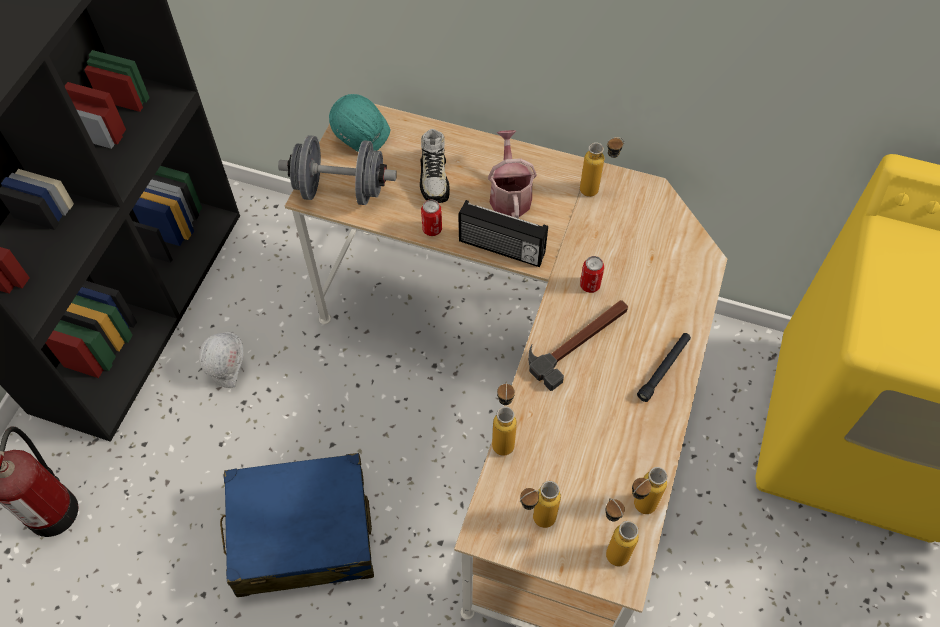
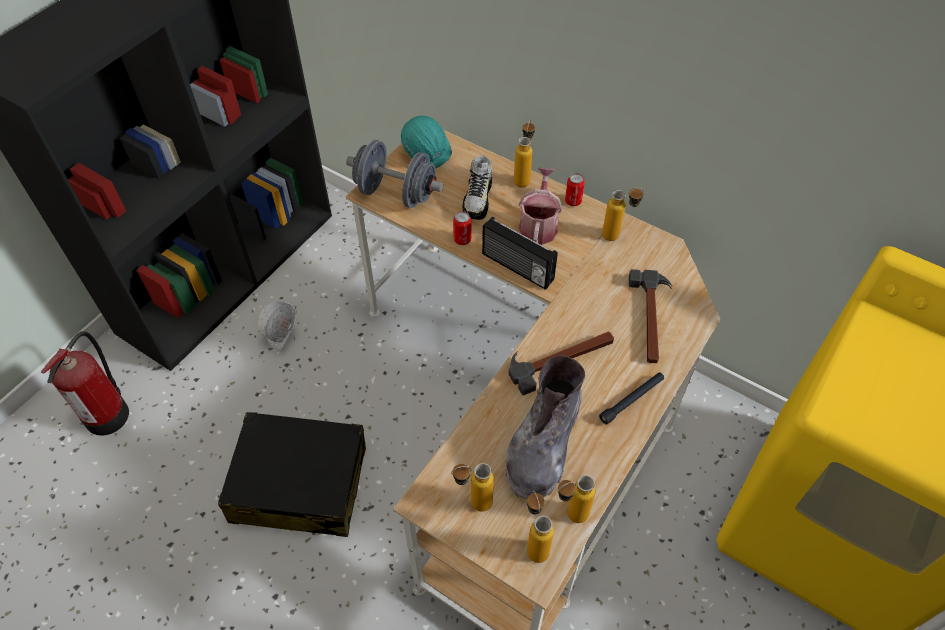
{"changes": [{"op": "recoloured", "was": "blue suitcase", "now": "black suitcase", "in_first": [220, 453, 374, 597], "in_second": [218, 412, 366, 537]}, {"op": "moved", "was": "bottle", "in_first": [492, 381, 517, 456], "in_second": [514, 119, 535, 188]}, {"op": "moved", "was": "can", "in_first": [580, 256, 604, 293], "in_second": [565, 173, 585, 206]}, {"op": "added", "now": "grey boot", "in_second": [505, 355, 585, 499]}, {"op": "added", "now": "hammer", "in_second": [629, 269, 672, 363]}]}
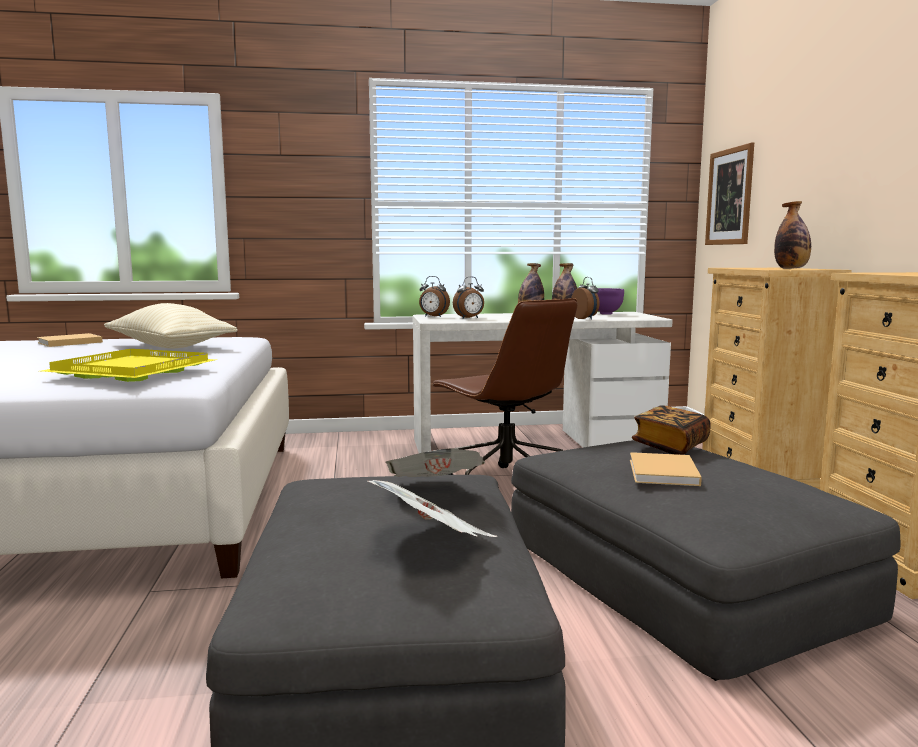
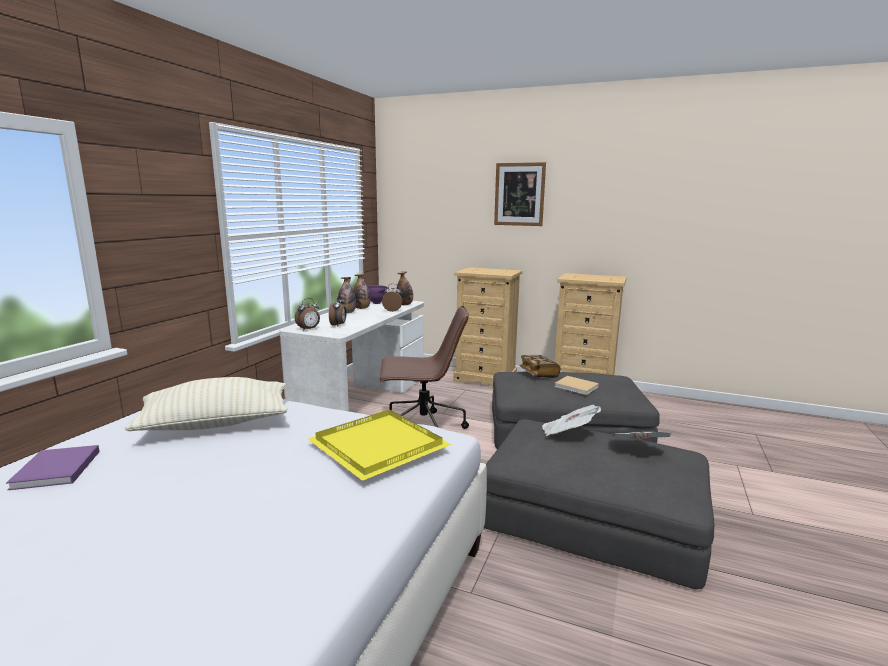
{"changes": [{"op": "recoloured", "was": "beige book", "now": "purple book", "in_first": [37, 333, 103, 347], "in_second": [6, 445, 100, 490]}, {"op": "moved", "was": "picture", "in_first": [705, 142, 754, 245], "in_second": [494, 162, 546, 226]}, {"op": "moved", "was": "bottle", "in_first": [774, 201, 811, 269], "in_second": [396, 271, 413, 305]}]}
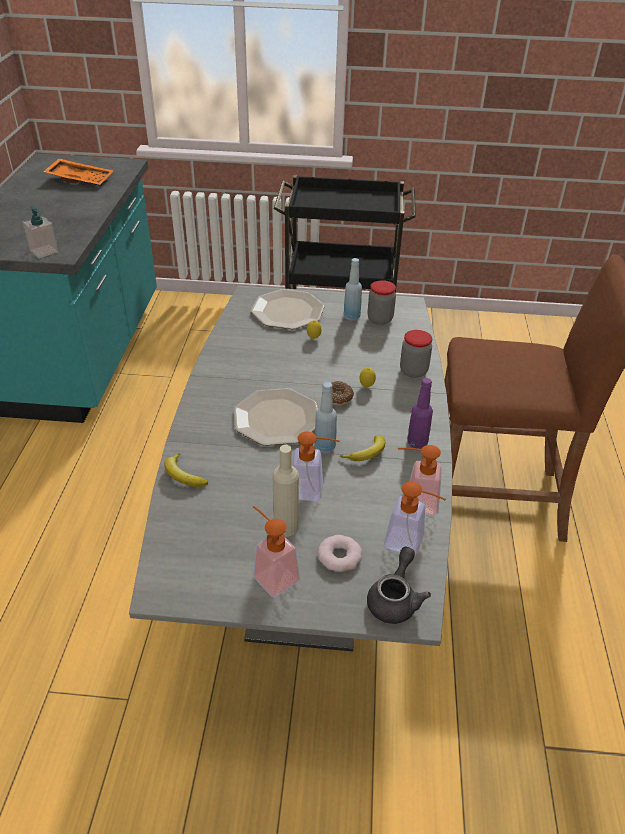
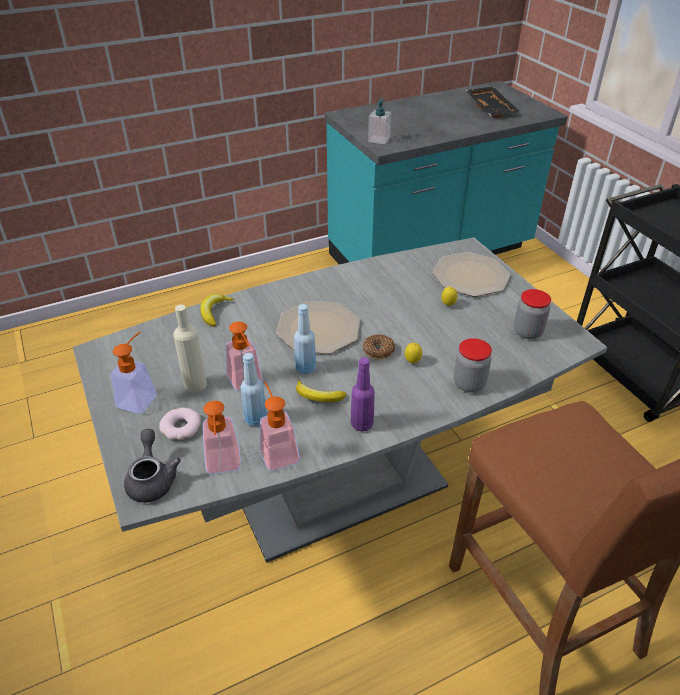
{"changes": [{"op": "recoloured", "was": "orange tray", "now": "black tray", "in_first": [43, 158, 114, 186], "in_second": [466, 86, 519, 118]}, {"op": "moved", "was": "blue bottle", "in_first": [344, 258, 362, 321], "in_second": [240, 353, 267, 426]}, {"op": "turned", "was": "grey teapot", "in_first": [367, 547, 431, 624], "in_second": [124, 429, 181, 503], "clockwise": -90}]}
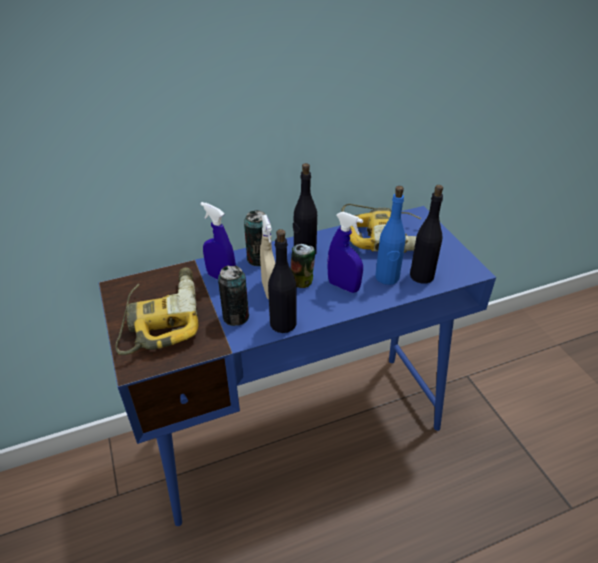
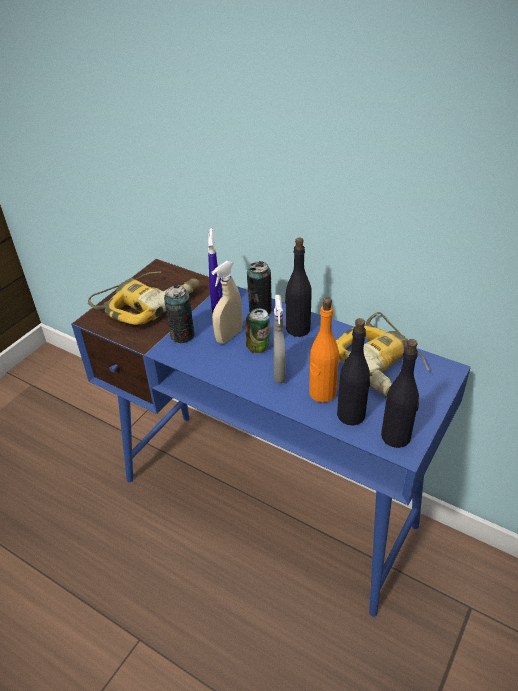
{"changes": [{"op": "moved", "was": "black bottle", "in_first": [268, 229, 297, 333], "in_second": [381, 339, 419, 448]}, {"op": "recoloured", "was": "blue spray bottle", "now": "grey spray bottle", "in_first": [327, 212, 363, 293], "in_second": [273, 295, 286, 383]}, {"op": "recoloured", "was": "blue bottle", "now": "orange bottle", "in_first": [375, 186, 405, 285], "in_second": [309, 297, 339, 403]}]}
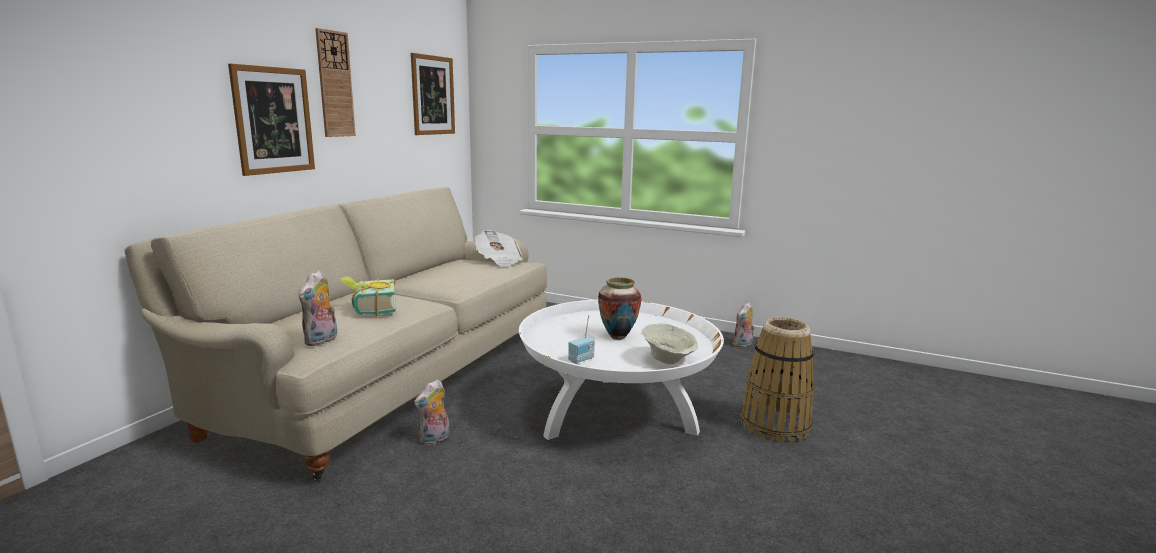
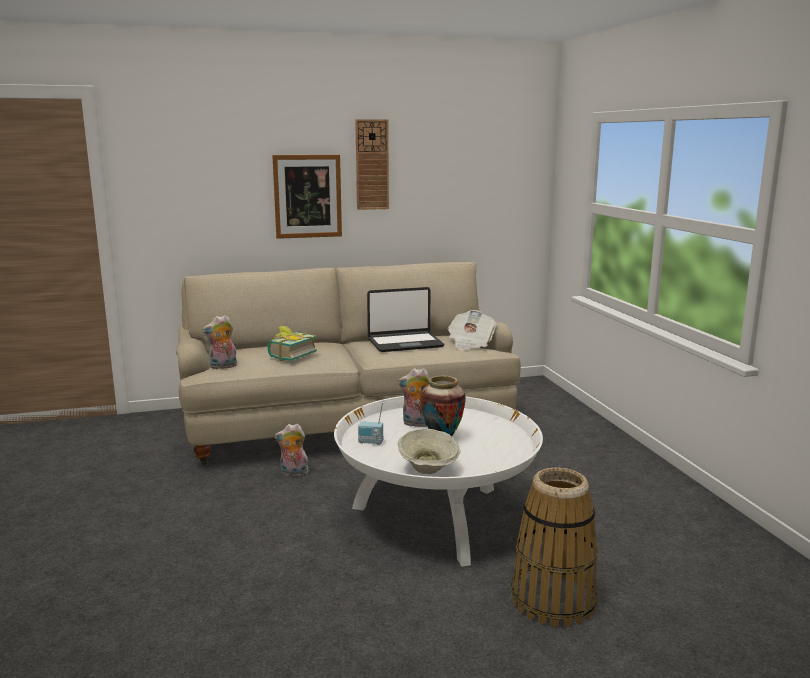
{"changes": [{"op": "removed", "was": "picture", "in_first": [411, 53, 455, 135]}, {"op": "moved", "was": "plush toy", "in_first": [733, 302, 755, 347], "in_second": [398, 368, 430, 427]}, {"op": "added", "now": "laptop", "in_second": [367, 287, 444, 352]}]}
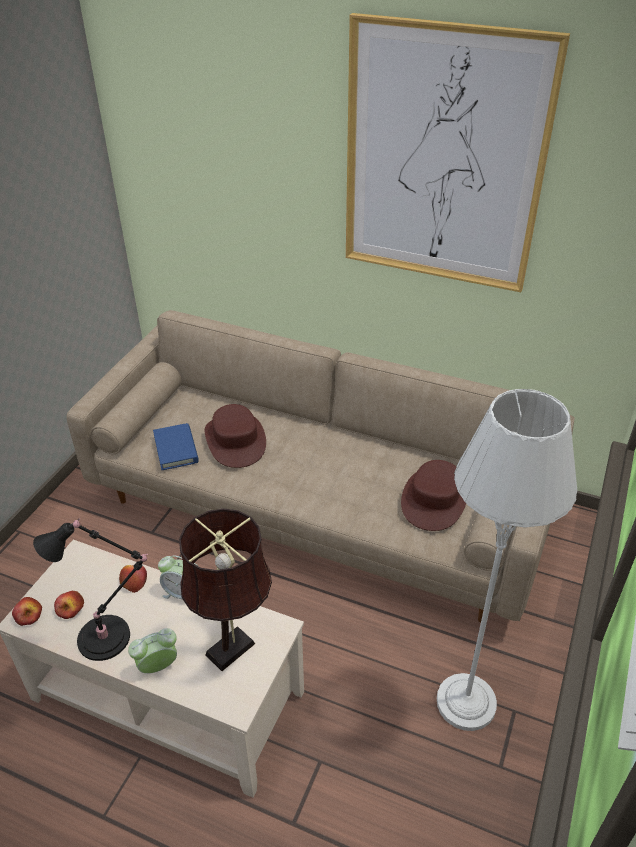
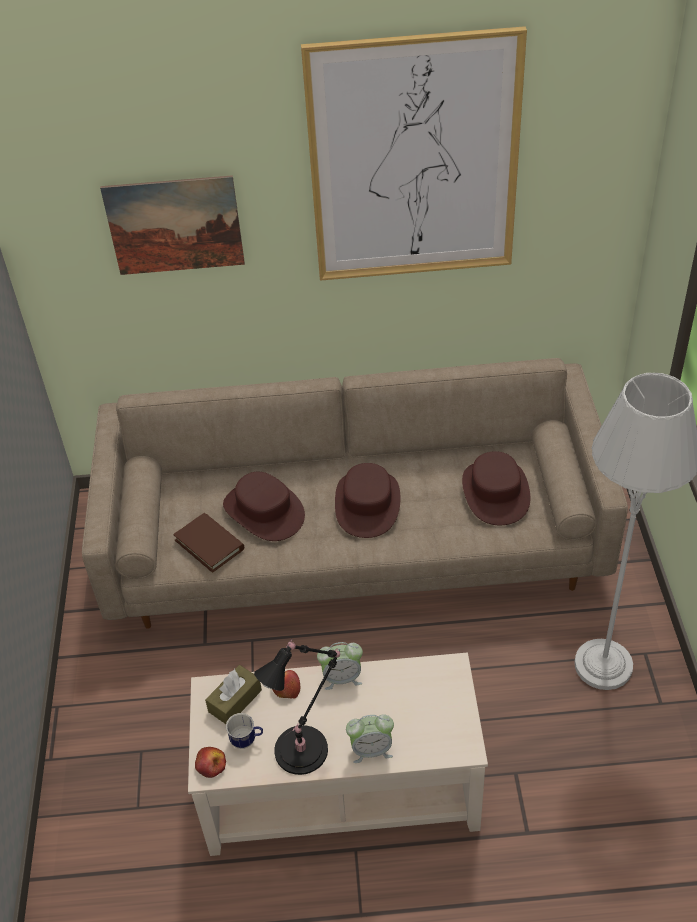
{"changes": [{"op": "replaced", "was": "apple", "now": "mug", "in_first": [54, 591, 84, 619], "in_second": [226, 713, 263, 749]}, {"op": "turned", "was": "alarm clock", "in_first": [128, 628, 177, 674], "in_second": [346, 714, 394, 763], "clockwise": -135}, {"op": "recoloured", "was": "blue book", "now": "brown book", "in_first": [153, 423, 199, 470], "in_second": [173, 513, 244, 573]}, {"op": "removed", "was": "brown table lamp", "in_first": [179, 509, 272, 671]}, {"op": "added", "now": "picture", "in_second": [100, 175, 245, 275]}, {"op": "added", "now": "brown tissue box", "in_second": [205, 665, 262, 724]}, {"op": "added", "now": "brown hat", "in_second": [335, 463, 400, 538]}]}
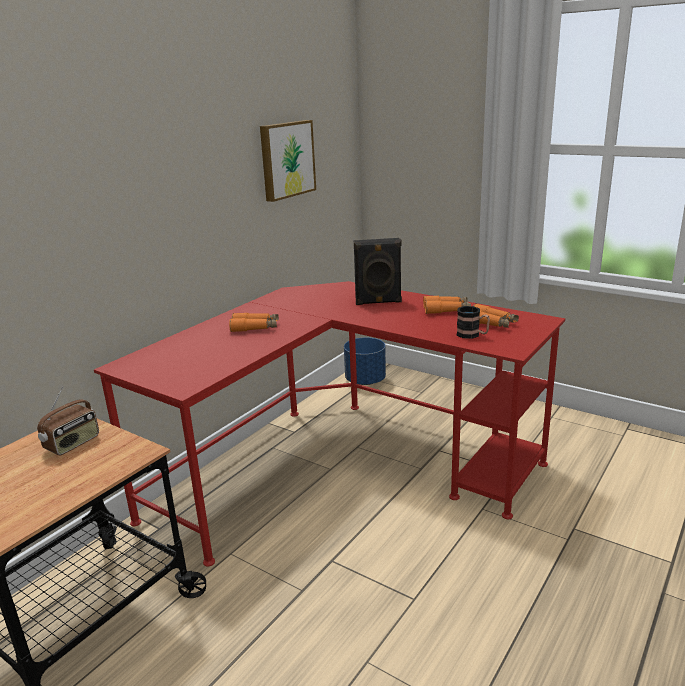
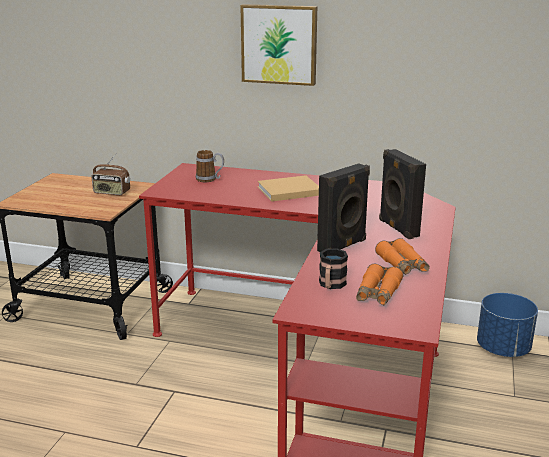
{"changes": [{"op": "replaced", "was": "orange binoculars", "now": "beige book", "in_first": [229, 313, 279, 332], "in_second": [257, 175, 319, 202]}, {"op": "moved", "was": "picture", "in_first": [260, 120, 316, 202], "in_second": [240, 4, 317, 86]}, {"op": "added", "now": "mug", "in_second": [196, 150, 224, 182]}, {"op": "added", "now": "black speaker", "in_second": [317, 163, 370, 252]}]}
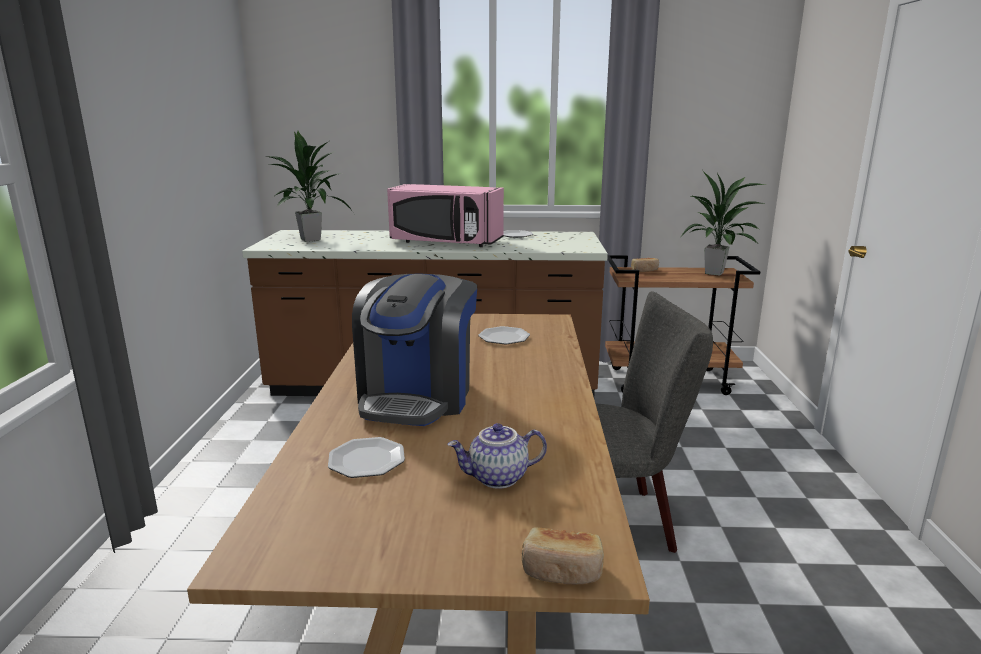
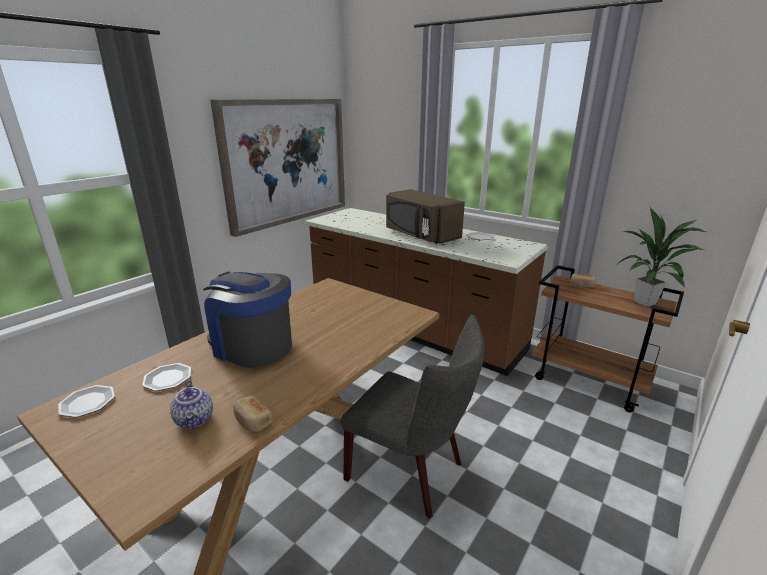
{"changes": [{"op": "removed", "was": "potted plant", "in_first": [264, 131, 353, 242]}, {"op": "turned", "was": "coffee machine", "in_first": [352, 273, 477, 426], "in_second": [203, 272, 292, 368], "clockwise": 75}, {"op": "recoloured", "was": "pink microwave", "now": "brown microwave", "in_first": [387, 184, 504, 247], "in_second": [386, 189, 465, 244]}, {"op": "turned", "was": "teapot", "in_first": [447, 423, 547, 489], "in_second": [170, 380, 213, 429], "clockwise": -135}, {"op": "moved", "was": "plate", "in_first": [478, 326, 530, 344], "in_second": [58, 385, 115, 418]}, {"op": "moved", "was": "bread", "in_first": [522, 527, 604, 584], "in_second": [233, 396, 272, 432]}, {"op": "added", "now": "picture", "in_second": [210, 99, 345, 237]}]}
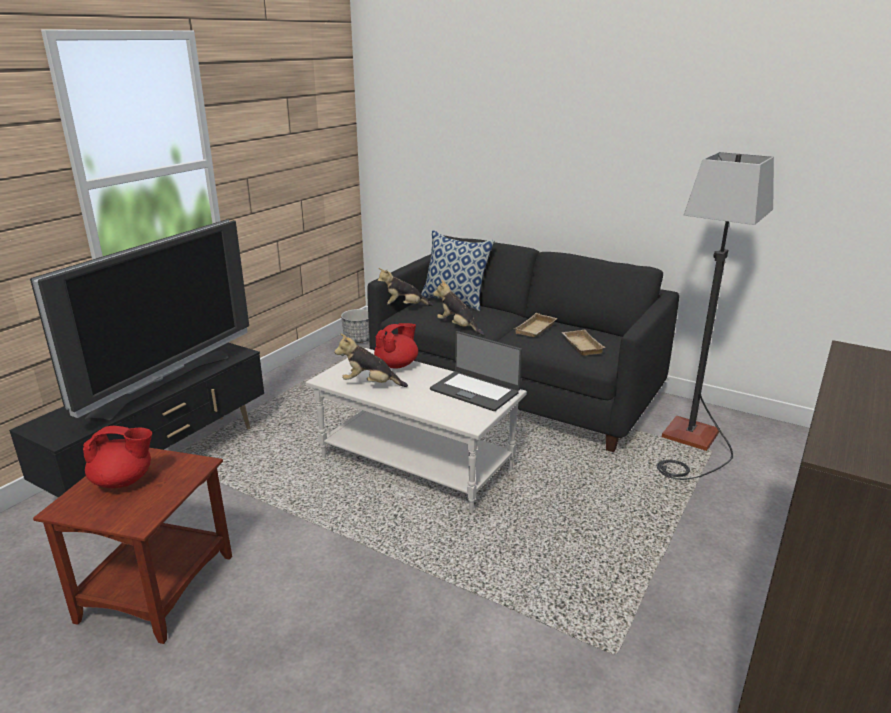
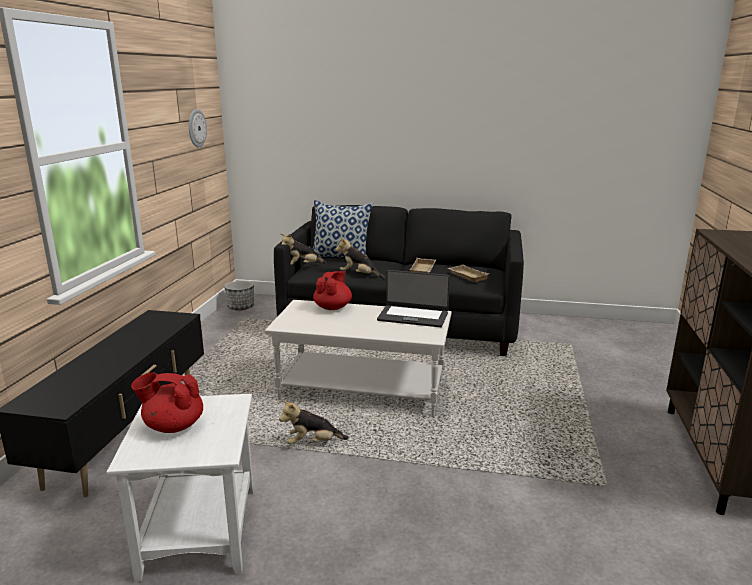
{"changes": [{"op": "removed", "was": "television", "in_first": [30, 219, 249, 422]}, {"op": "recoloured", "was": "brown side table", "now": "white side table", "in_first": [33, 448, 232, 644], "in_second": [106, 394, 254, 582]}, {"op": "turned", "was": "red teapot", "in_first": [83, 426, 152, 488], "in_second": [131, 372, 203, 433], "clockwise": -150}, {"op": "moved", "was": "plush toy", "in_first": [334, 334, 408, 387], "in_second": [279, 400, 349, 444]}, {"op": "removed", "was": "floor lamp", "in_first": [657, 152, 774, 480]}, {"op": "added", "now": "wall clock", "in_second": [189, 109, 207, 148]}]}
